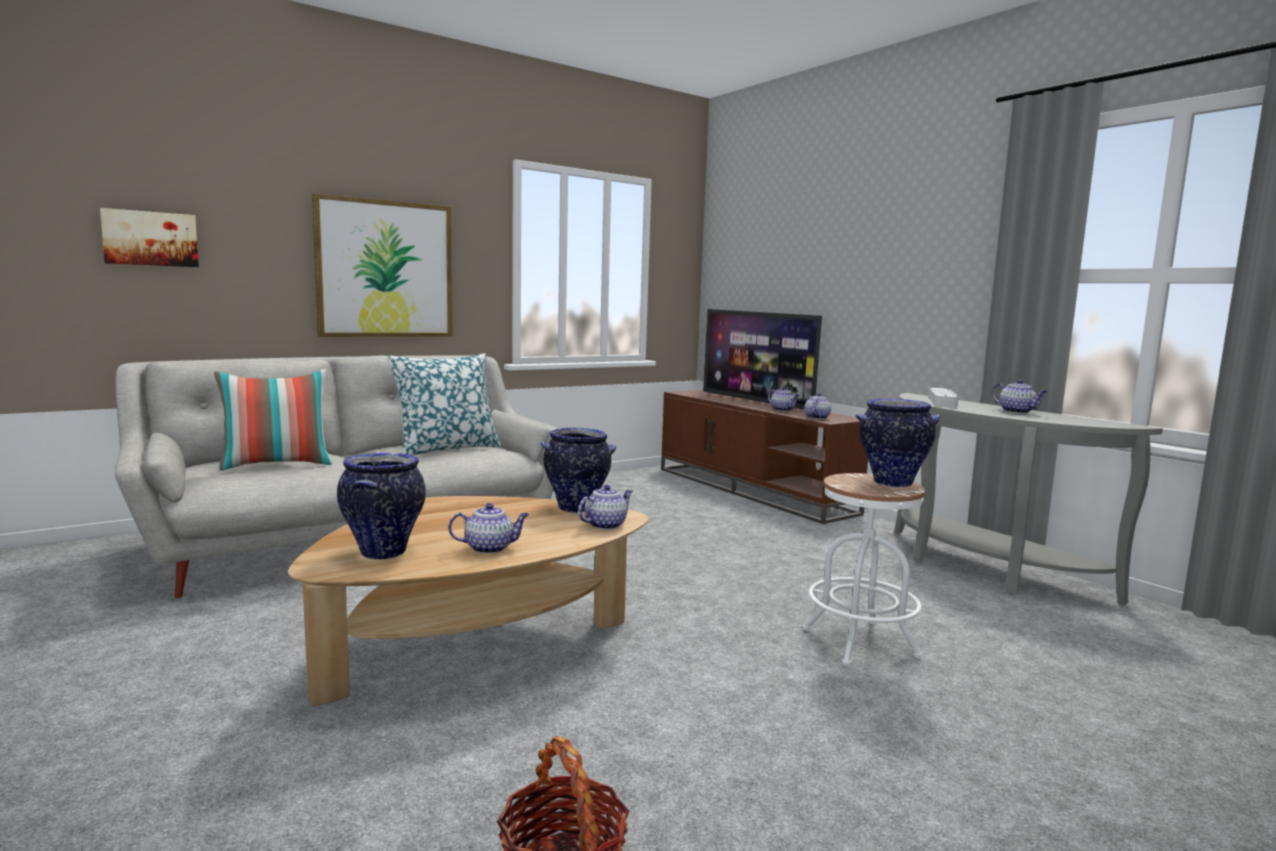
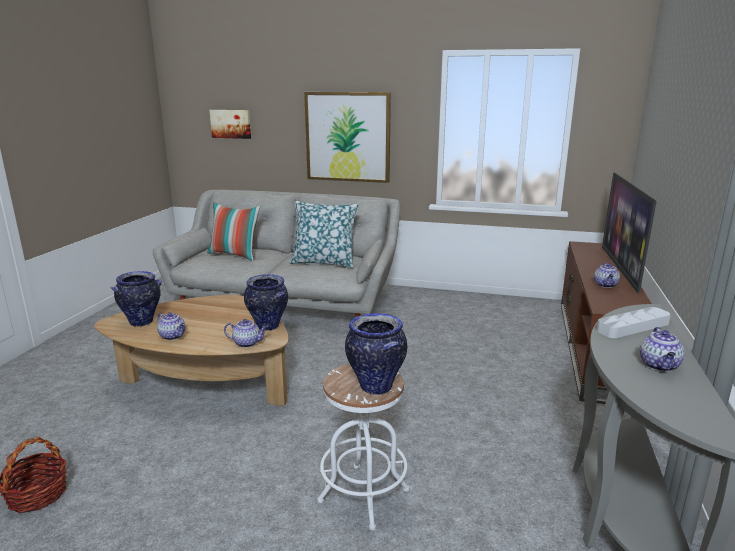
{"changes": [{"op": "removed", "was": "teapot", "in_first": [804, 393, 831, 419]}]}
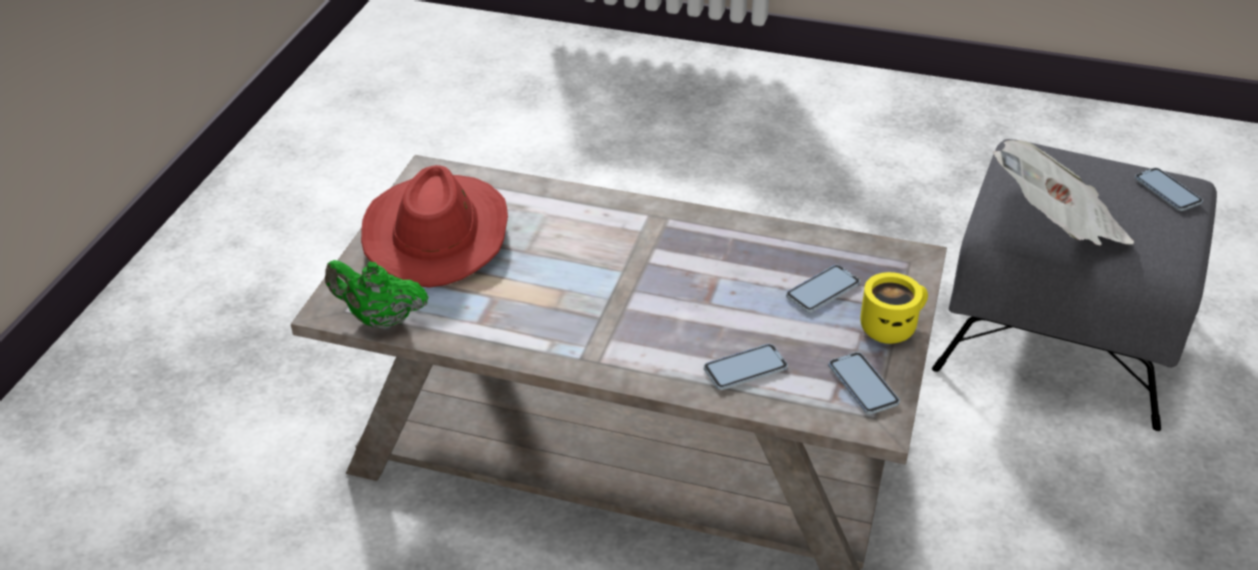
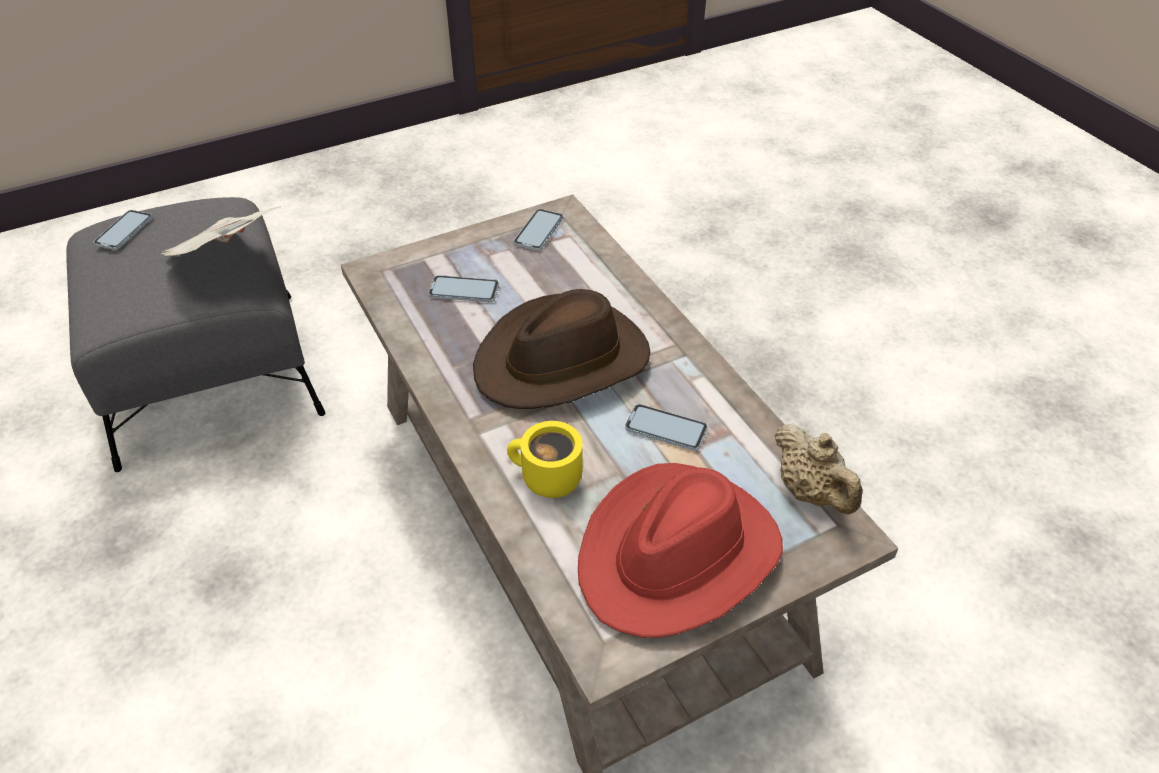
{"changes": [{"op": "recoloured", "was": "green teapot", "now": "beige teapot", "in_first": [325, 260, 428, 330], "in_second": [775, 423, 863, 515]}, {"op": "moved", "was": "phone", "in_first": [704, 344, 788, 390], "in_second": [625, 404, 708, 451]}, {"op": "moved", "was": "yellow mug", "in_first": [860, 272, 928, 344], "in_second": [507, 421, 583, 498]}, {"op": "added", "now": "brown hat", "in_second": [473, 289, 650, 409]}]}
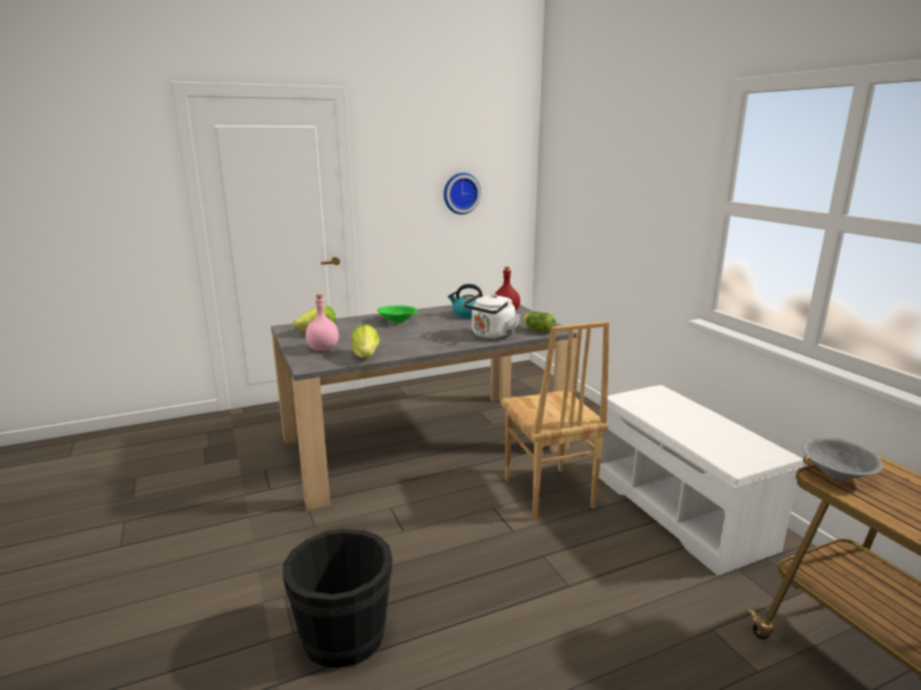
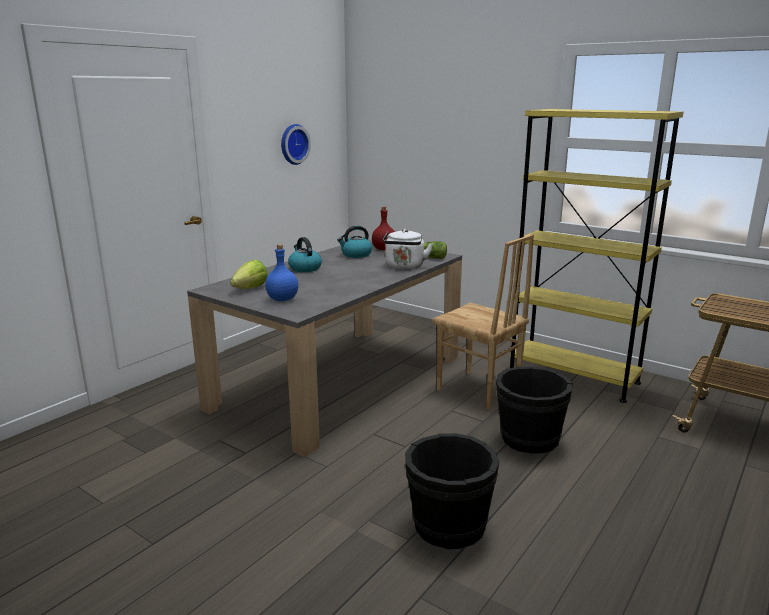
{"changes": [{"op": "recoloured", "was": "pink bottle", "now": "blue bottle", "in_first": [306, 294, 339, 351], "in_second": [265, 244, 298, 301]}, {"op": "removed", "was": "lettuce", "in_first": [351, 325, 380, 358]}, {"op": "replaced", "was": "green bowl", "now": "kettle", "in_first": [377, 305, 418, 323], "in_second": [288, 237, 322, 272]}, {"op": "replaced", "was": "white bench", "now": "yellow bookcase", "in_first": [599, 385, 803, 576], "in_second": [510, 109, 684, 403]}, {"op": "removed", "was": "grey bowl", "in_first": [802, 436, 883, 480]}, {"op": "added", "now": "black bucket", "in_second": [496, 366, 573, 454]}]}
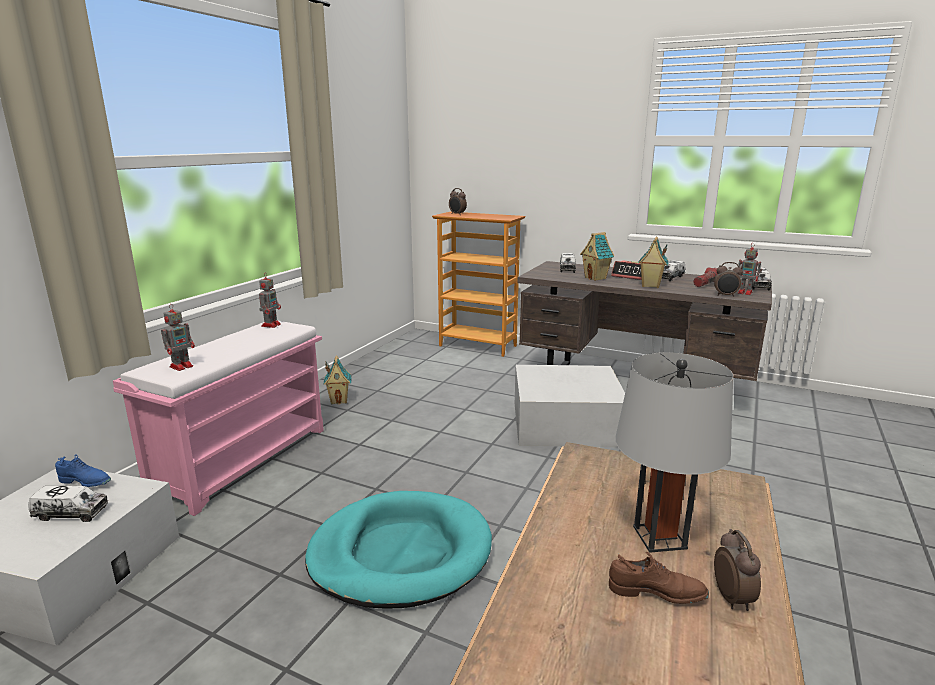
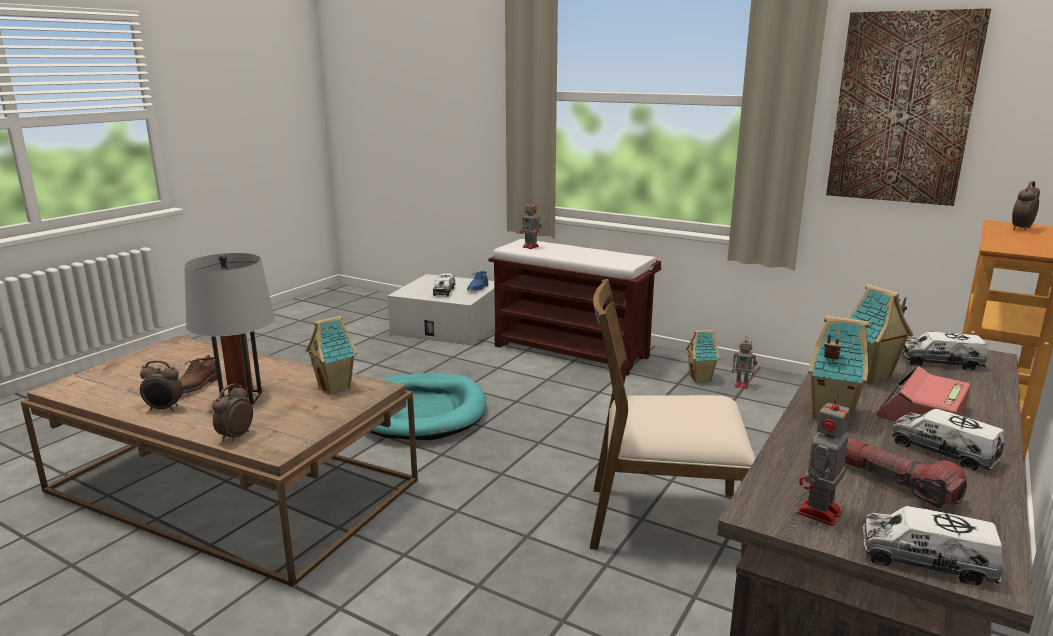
{"changes": [{"op": "recoloured", "was": "pink bench", "now": "brown bench", "in_first": [113, 320, 324, 516], "in_second": [488, 239, 661, 376]}, {"op": "moved", "was": "toy robot", "in_first": [259, 274, 281, 328], "in_second": [732, 336, 757, 389]}, {"op": "replaced", "was": "white storage box", "now": "brown chair", "in_first": [515, 365, 625, 448], "in_second": [590, 279, 756, 557]}, {"op": "moved", "was": "alarm clock", "in_first": [714, 262, 743, 297], "in_second": [212, 383, 253, 442]}, {"op": "added", "now": "toy house", "in_second": [306, 316, 357, 394]}, {"op": "added", "now": "picture", "in_second": [826, 8, 991, 206]}]}
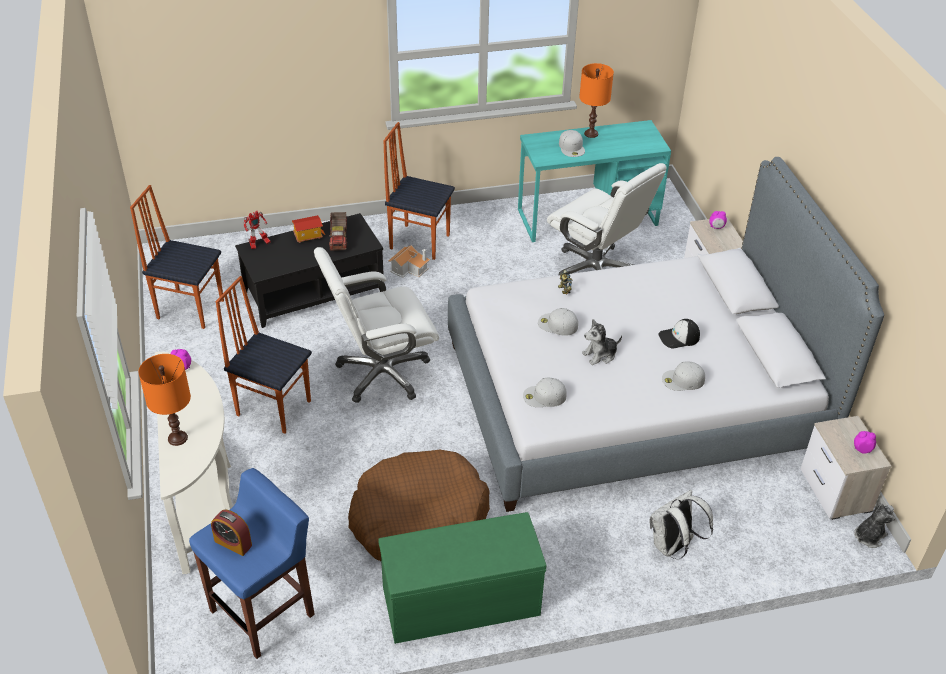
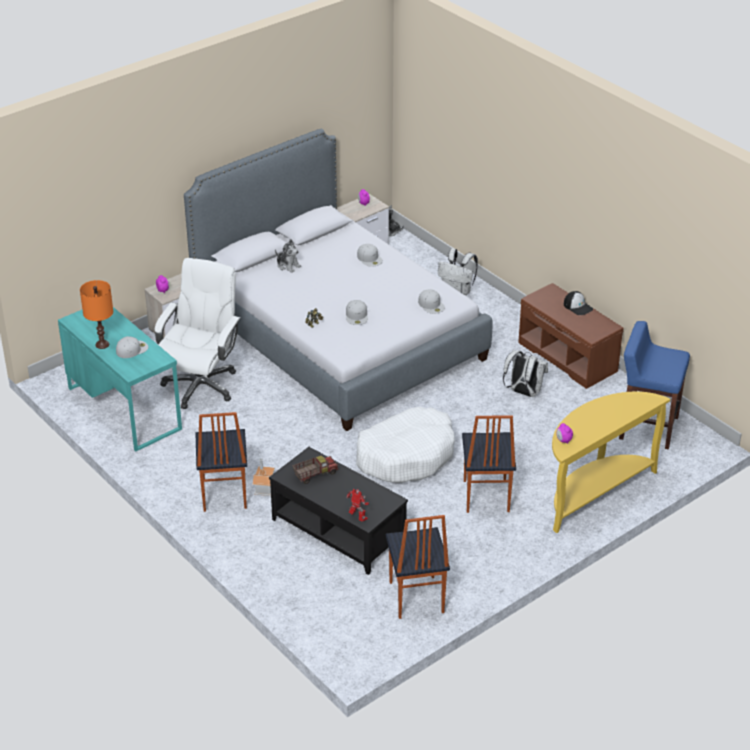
{"changes": [{"op": "removed", "was": "orange table lamp", "in_first": [138, 354, 191, 446]}, {"op": "recoloured", "was": "white console table", "now": "yellow console table", "in_first": [155, 352, 233, 574], "in_second": [552, 392, 670, 533]}, {"op": "removed", "was": "alarm clock", "in_first": [211, 510, 252, 556]}, {"op": "removed", "was": "toy house", "in_first": [292, 215, 325, 243]}, {"op": "replaced", "was": "white office chair", "now": "white dog bed", "in_first": [314, 247, 439, 403], "in_second": [356, 407, 455, 483]}, {"op": "replaced", "was": "brown dog bed", "now": "white backpack", "in_first": [348, 450, 490, 561], "in_second": [503, 350, 548, 397]}, {"op": "recoloured", "was": "green bench", "now": "brown bench", "in_first": [379, 512, 546, 644], "in_second": [518, 283, 623, 389]}, {"op": "moved", "was": "plush toy", "in_first": [582, 319, 622, 365], "in_second": [275, 239, 301, 273]}, {"op": "moved", "was": "cap", "in_first": [659, 319, 700, 348], "in_second": [564, 291, 593, 315]}]}
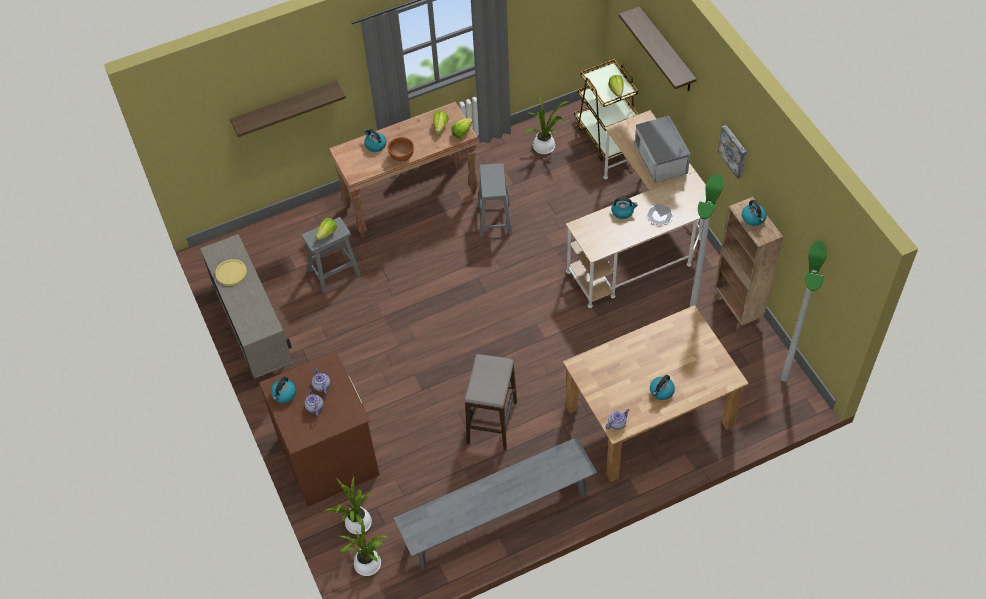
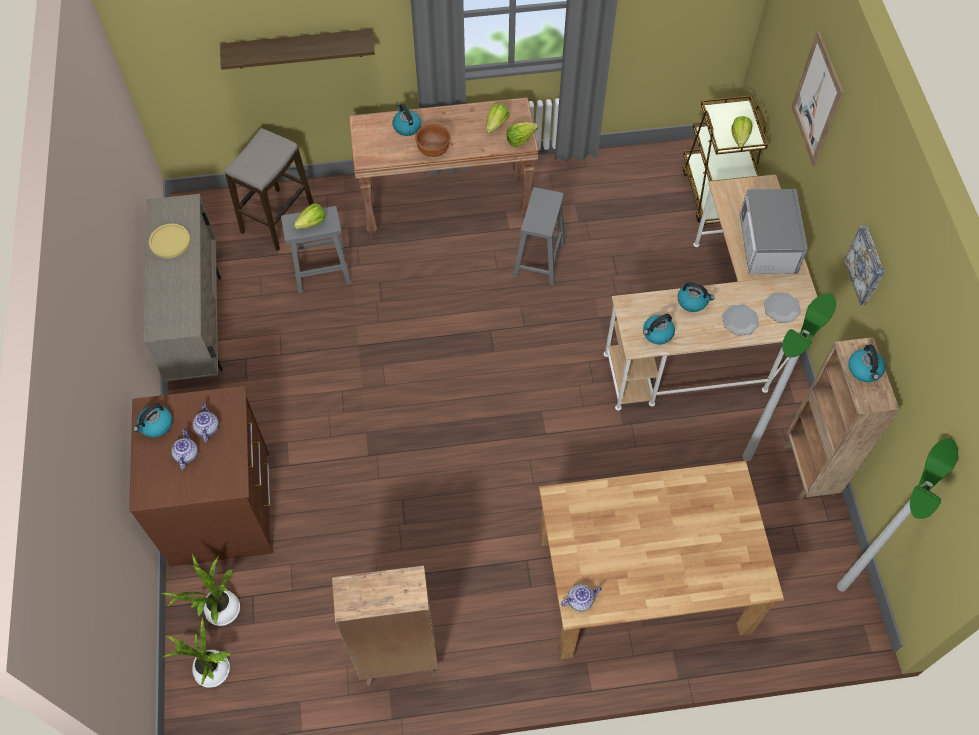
{"changes": [{"op": "replaced", "was": "grey bench", "now": "brown bookcase", "in_first": [393, 437, 597, 569], "in_second": [332, 566, 438, 686]}, {"op": "moved", "was": "stool", "in_first": [465, 354, 517, 451], "in_second": [225, 128, 314, 251]}, {"op": "removed", "was": "potted plant", "in_first": [524, 97, 569, 154]}, {"op": "replaced", "was": "shelf", "now": "picture", "in_first": [619, 6, 697, 91], "in_second": [791, 31, 844, 166]}, {"op": "moved", "was": "kettle", "in_first": [650, 375, 675, 400], "in_second": [643, 314, 675, 344]}, {"op": "added", "now": "plate", "in_second": [764, 293, 801, 322]}]}
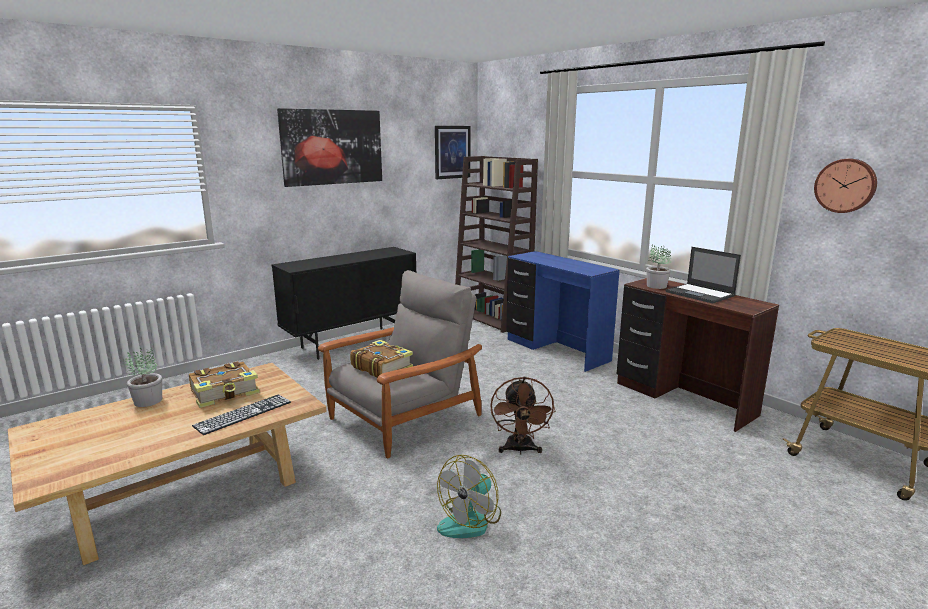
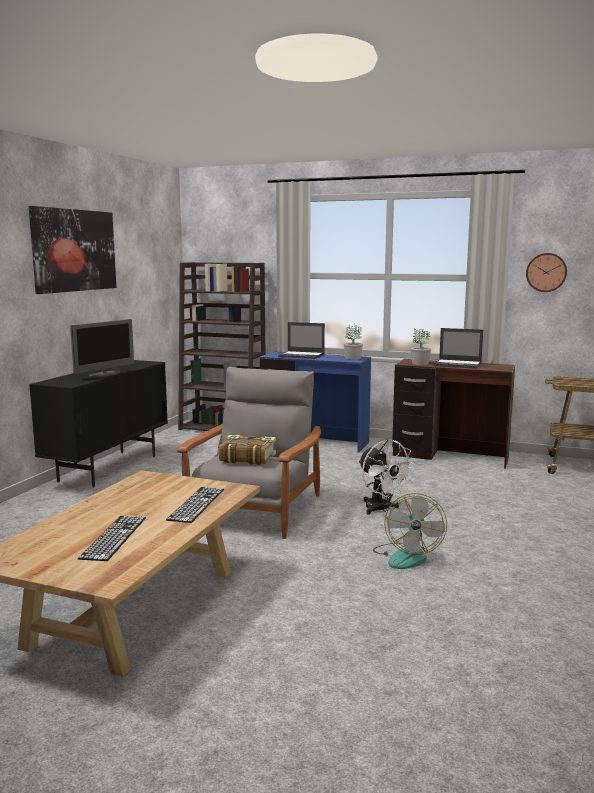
{"changes": [{"op": "moved", "was": "potted plant", "in_first": [125, 347, 162, 407], "in_second": [344, 323, 363, 360]}, {"op": "removed", "was": "book", "in_first": [189, 361, 260, 408]}, {"op": "removed", "was": "picture", "in_first": [435, 126, 470, 179]}, {"op": "recoloured", "was": "brown fan", "now": "white fan", "in_first": [490, 377, 555, 454], "in_second": [358, 439, 415, 515]}, {"op": "added", "now": "monitor", "in_second": [70, 319, 134, 378]}, {"op": "added", "now": "keyboard", "in_second": [78, 516, 146, 561]}, {"op": "added", "now": "laptop", "in_second": [278, 322, 325, 359]}]}
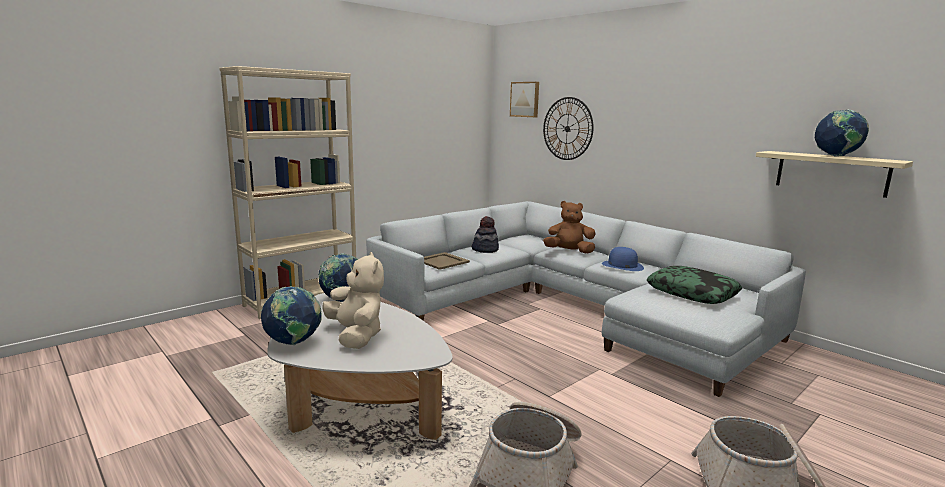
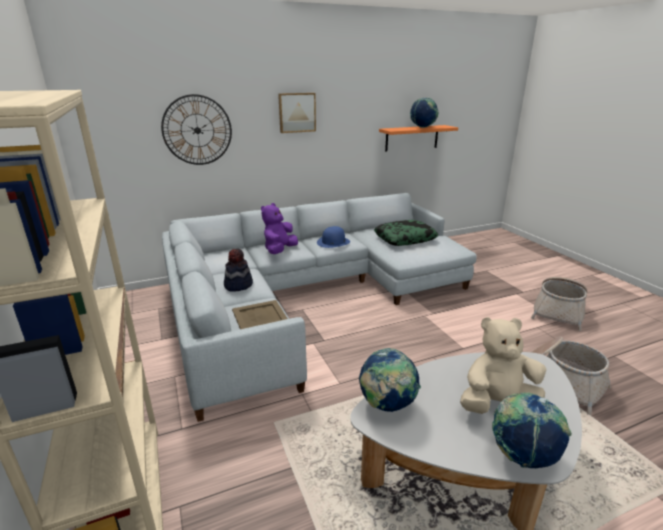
{"changes": [{"op": "moved", "was": "picture", "in_first": [510, 82, 539, 117], "in_second": [278, 93, 316, 133]}, {"op": "recoloured", "was": "brown plush toy", "now": "purple plush toy", "in_first": [543, 201, 596, 253], "in_second": [261, 203, 298, 254]}, {"op": "recoloured", "was": "beige shelf", "now": "orange shelf", "in_first": [756, 151, 913, 198], "in_second": [379, 125, 458, 152]}]}
